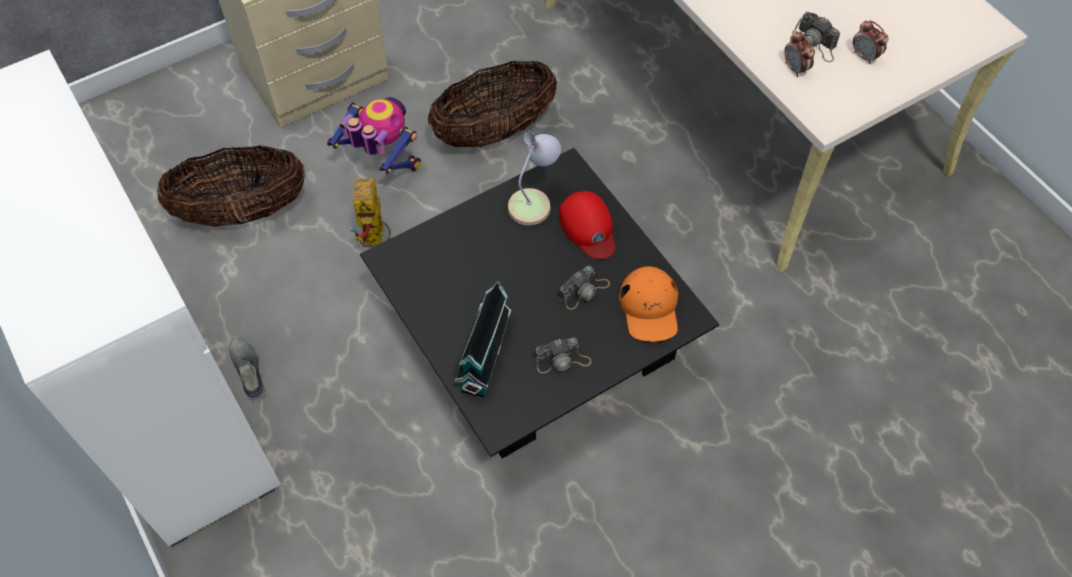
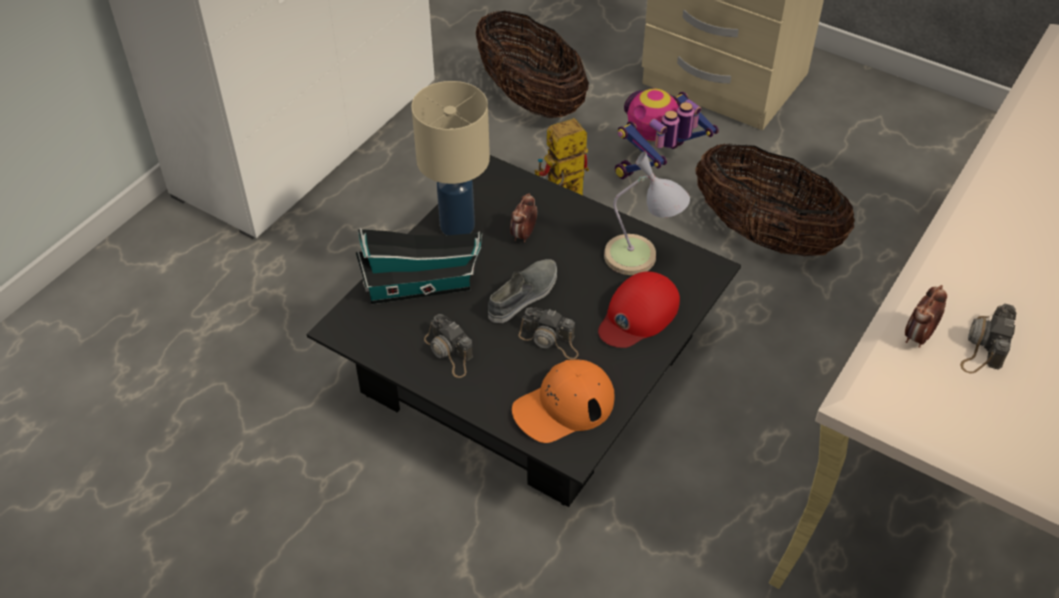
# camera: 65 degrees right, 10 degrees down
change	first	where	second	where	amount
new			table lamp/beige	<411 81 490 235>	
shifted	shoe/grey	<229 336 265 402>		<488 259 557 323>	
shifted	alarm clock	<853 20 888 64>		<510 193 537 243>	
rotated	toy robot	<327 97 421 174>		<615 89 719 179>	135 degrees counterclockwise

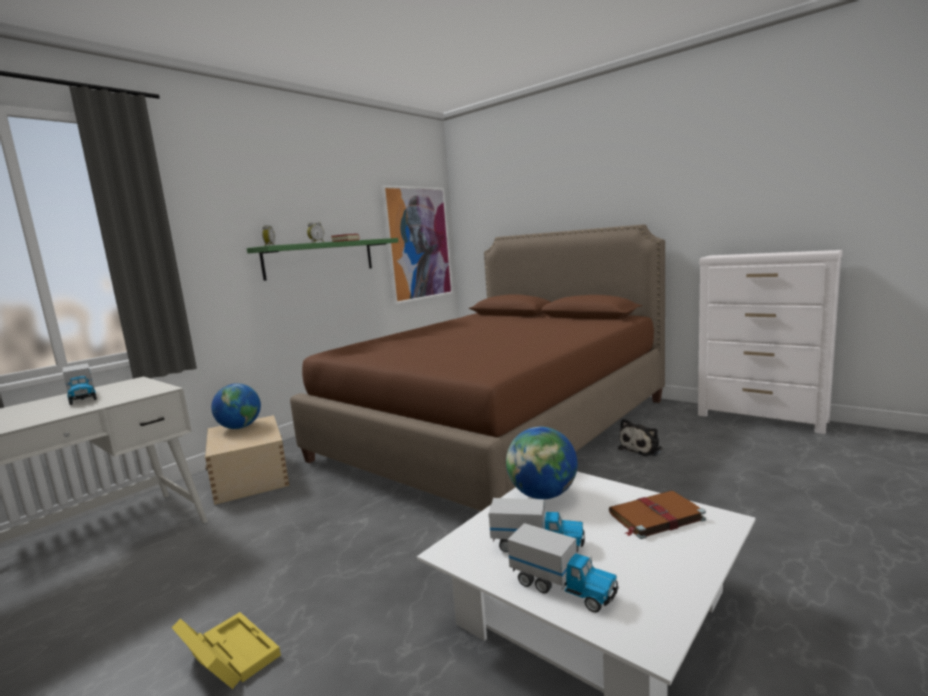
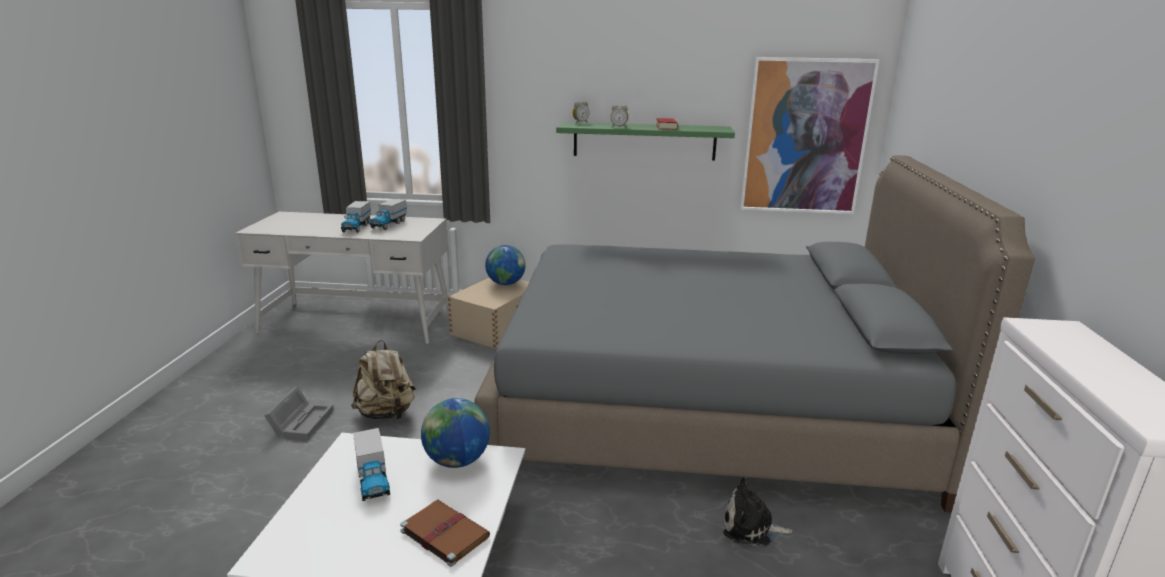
# camera: 55 degrees right, 10 degrees up
change	first	where	second	where	amount
new			backpack/beige	<351 340 416 419>	
shifted	toy truck	<508 523 619 613>		<341 201 371 233>	
repainted	storage box/yellow	<171 612 281 689>	storage box/grey	<264 386 334 439>	
repainted	bed/brown	<290 224 665 511>	bed/grey	<474 155 1035 513>	

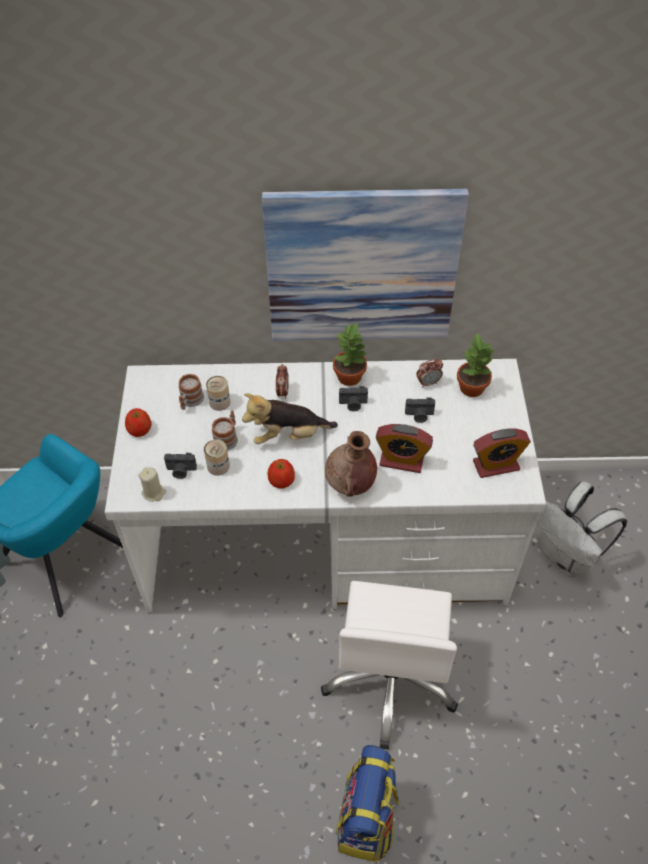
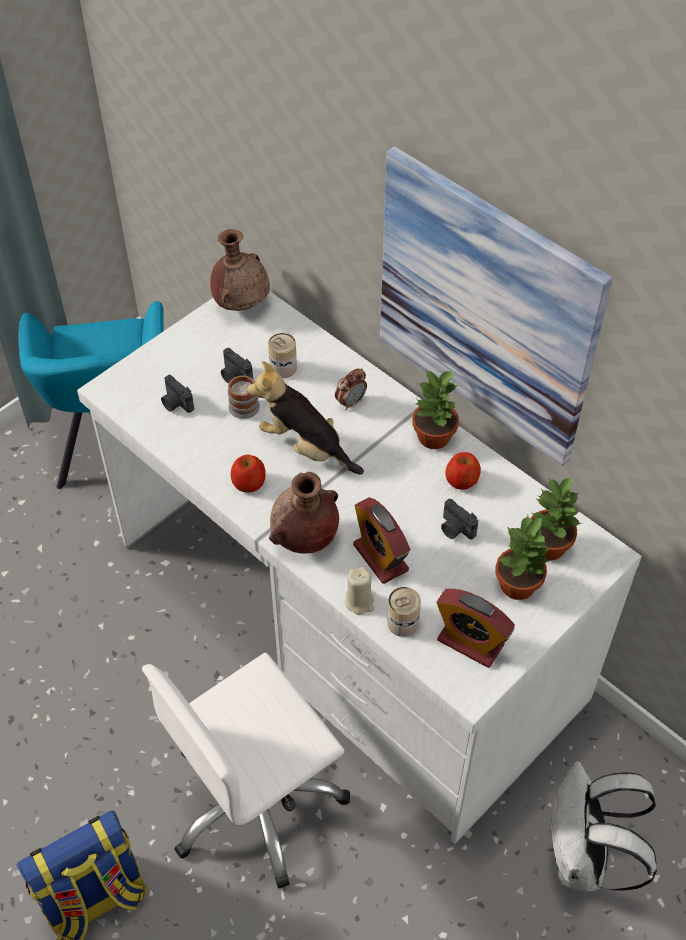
# camera: 45 degrees right, 0 degrees up
change	first	where	second	where	amount
gone	mug	<179 374 204 410>			
gone	alarm clock	<416 359 443 388>			
new			vase/brown	<210 229 270 311>	
new			potted plant	<495 515 550 600>	
shifted	apple	<125 408 152 437>		<445 452 481 490>	
shifted	candle/beige	<138 467 166 502>		<345 567 374 615>	
shifted	can	<204 439 230 476>		<387 587 421 637>	
shifted	photo camera	<339 386 368 411>		<221 348 253 384>	

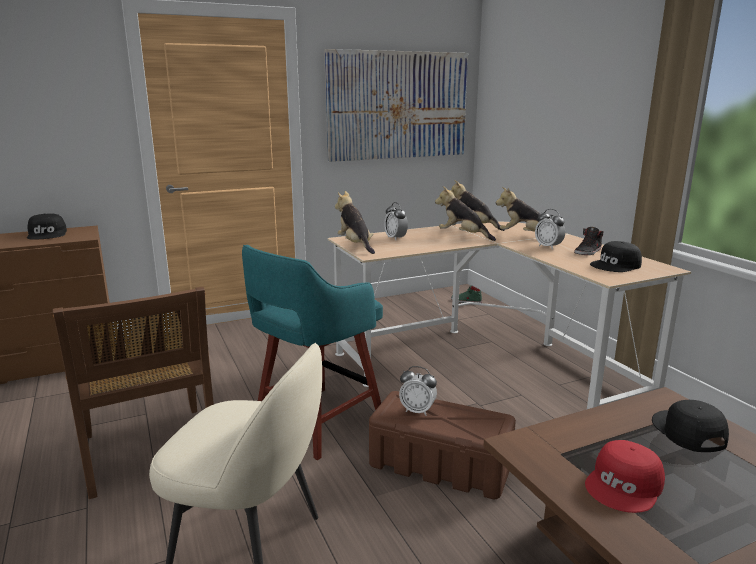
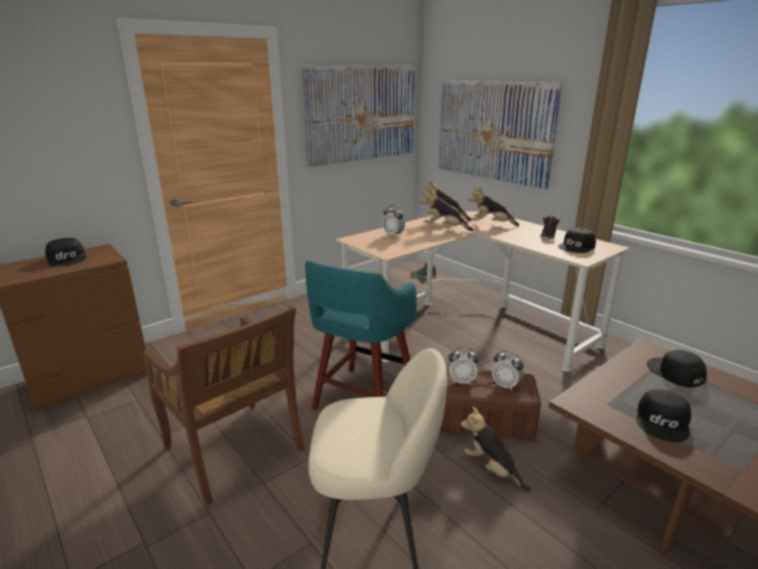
# camera: 15 degrees left, 5 degrees up
change	first	where	second	where	amount
new			picture	<438 81 563 189>	
shifted	plush toy	<335 191 375 254>		<461 406 530 492>	
shifted	alarm clock	<535 209 565 249>		<492 350 524 391>	
repainted	cap/red	<585 440 665 513>	cap/black	<637 389 691 442>	

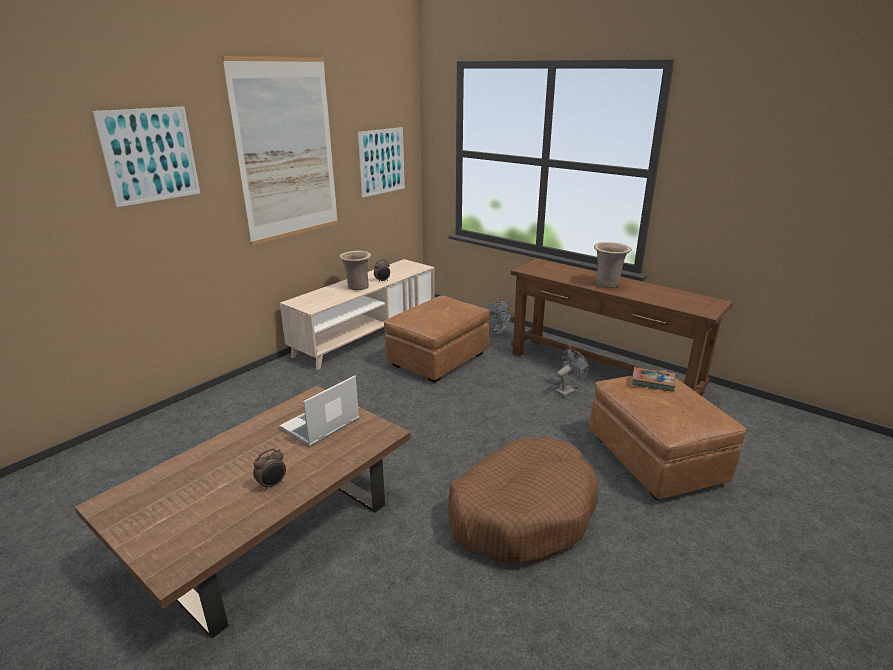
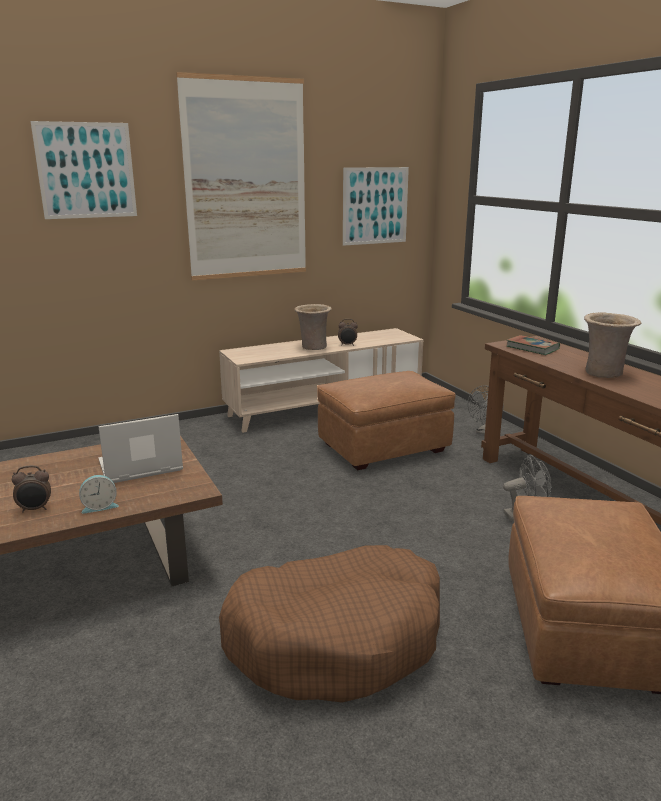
# camera: 25 degrees right, 5 degrees down
change	first	where	second	where	amount
new			alarm clock	<79 475 119 514>	
shifted	book	<632 367 676 392>		<507 335 560 355>	

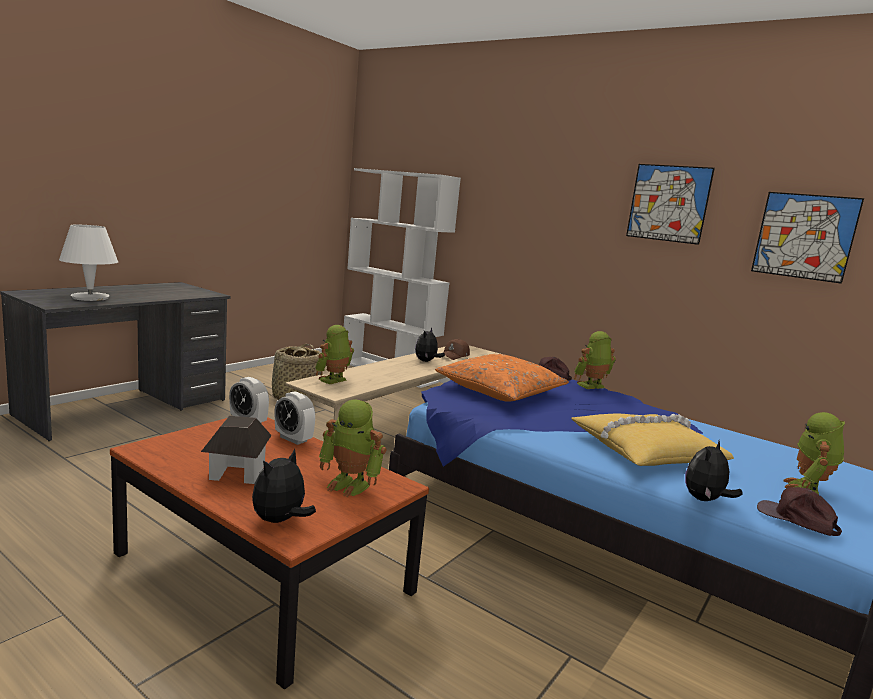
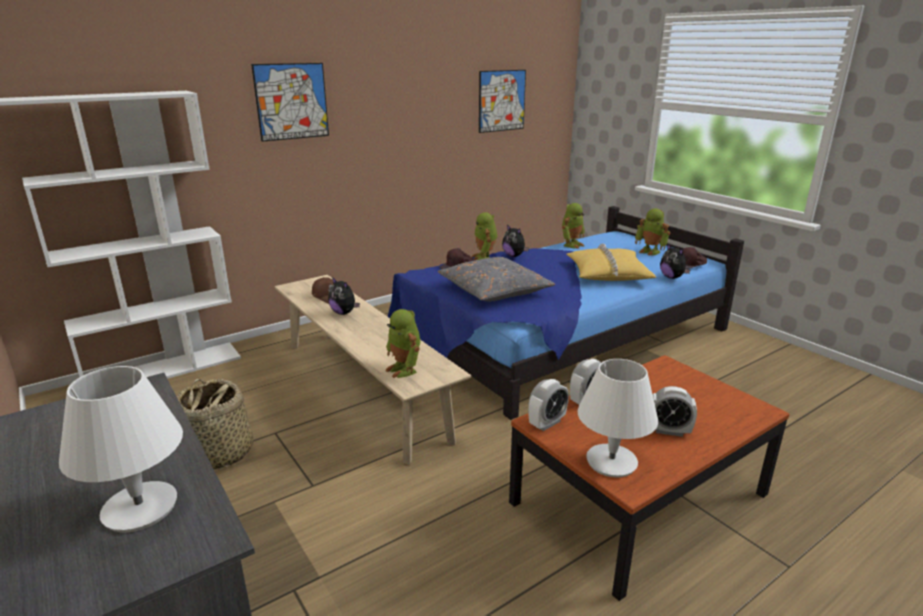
# camera: 70 degrees left, 10 degrees up
change	first	where	second	where	amount
new			table lamp/white	<577 359 658 478>	
shifted	plush toy	<252 449 316 523>		<502 224 529 257>	
shifted	toy robot	<319 399 386 497>		<562 203 585 249>	
shifted	picture	<626 164 715 245>		<251 63 329 142>	
swapped	toy house	<201 416 272 484>	alarm clock	<653 386 697 437>	
repainted	pillow/orange	<435 354 569 402>	pillow/grey	<438 257 555 301>	

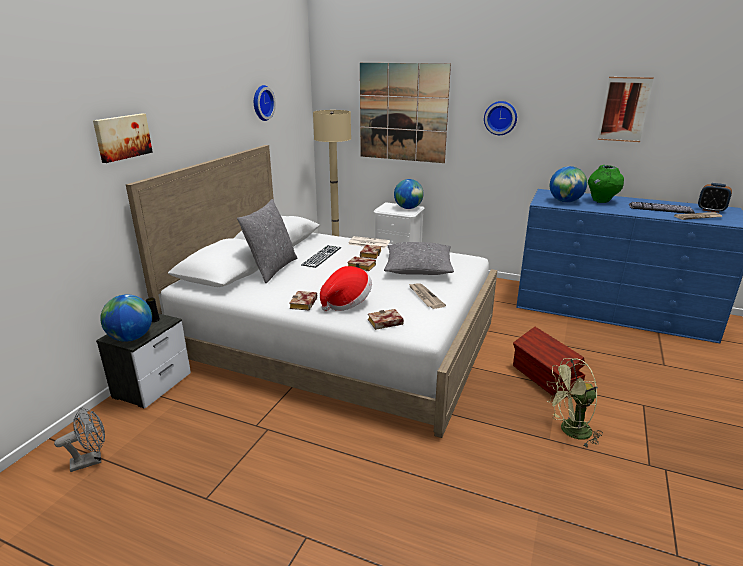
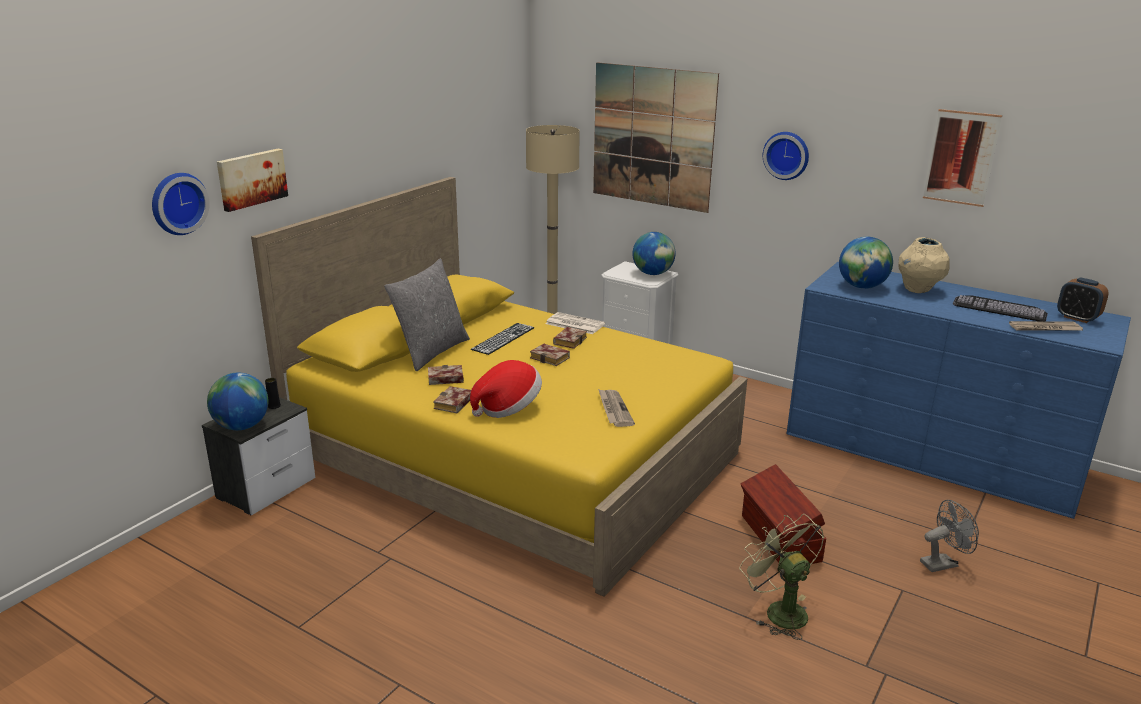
# camera: 10 degrees right, 0 degrees up
change	first	where	second	where	amount
gone	pillow/grey	<384 242 454 275>			
shifted	fan/grey	<54 407 105 472>		<920 500 979 572>	
shifted	wall clock	<254 85 276 121>		<152 173 210 235>	
shifted	book	<368 309 404 330>		<428 365 464 385>	
repainted	bed/white	<126 145 497 438>	bed/yellow	<251 177 747 597>	
repainted	vase/green	<588 165 624 203>	vase/beige	<898 237 950 293>	
rotated	fan/green	<547 358 603 447>		<739 514 824 640>	60 degrees clockwise

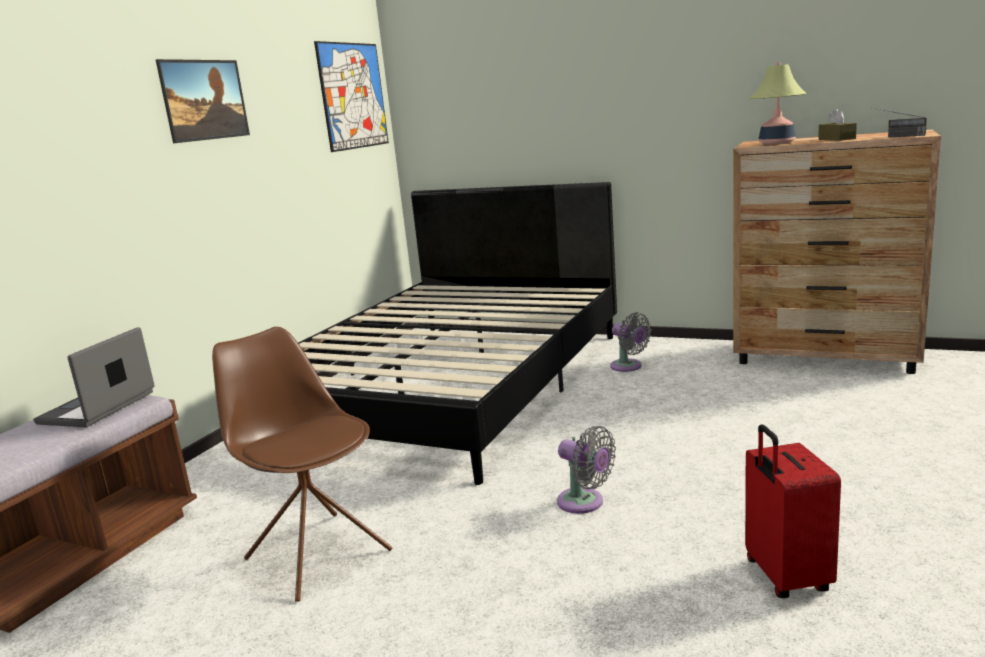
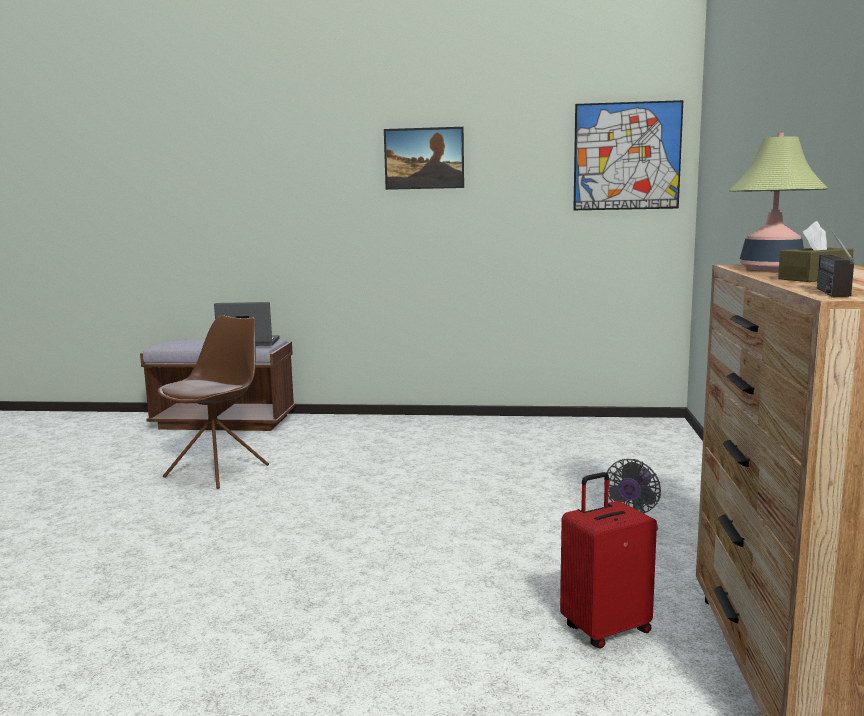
# camera: 70 degrees right, 5 degrees down
change	first	where	second	where	amount
gone	bed/black	<298 182 617 485>			
gone	fan/grey	<557 426 616 514>			
shifted	suitcase/red	<745 425 841 598>		<560 472 657 649>	

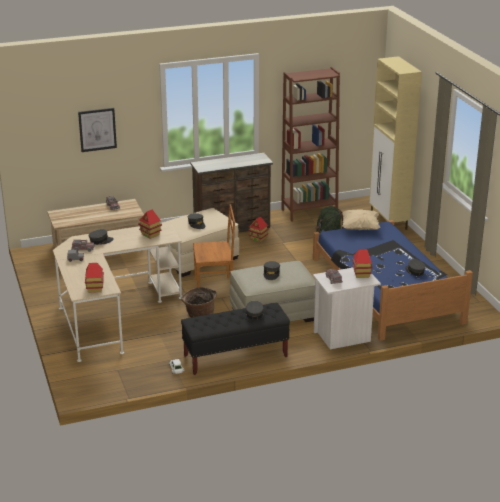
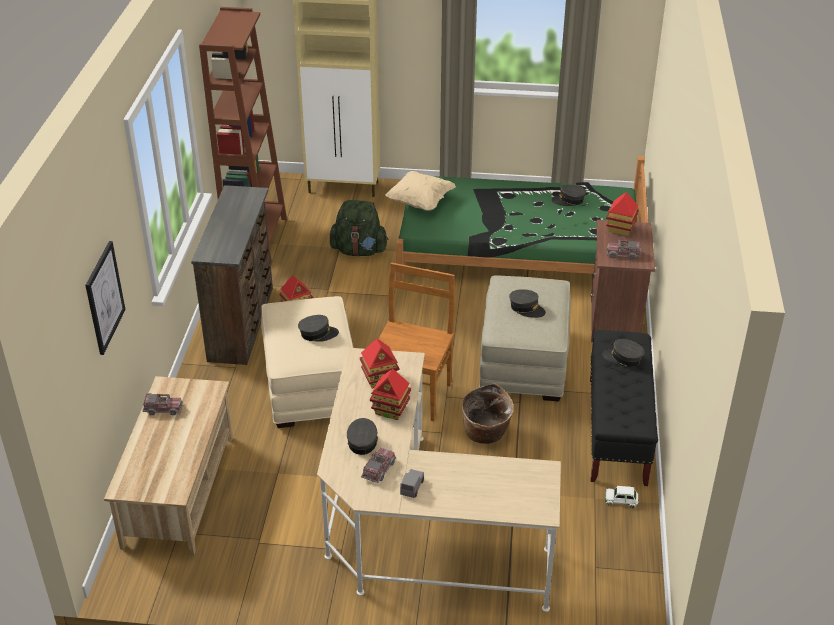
# camera: 65 degrees left, 10 degrees up
change	first	where	second	where	amount
shifted	toy house	<85 263 104 293>		<370 369 411 420>	
repainted	bed/blue	<313 220 473 341>	bed/green	<396 156 648 281>	
repainted	nightstand/white	<313 268 381 349>	nightstand/brown	<591 220 655 342>	

